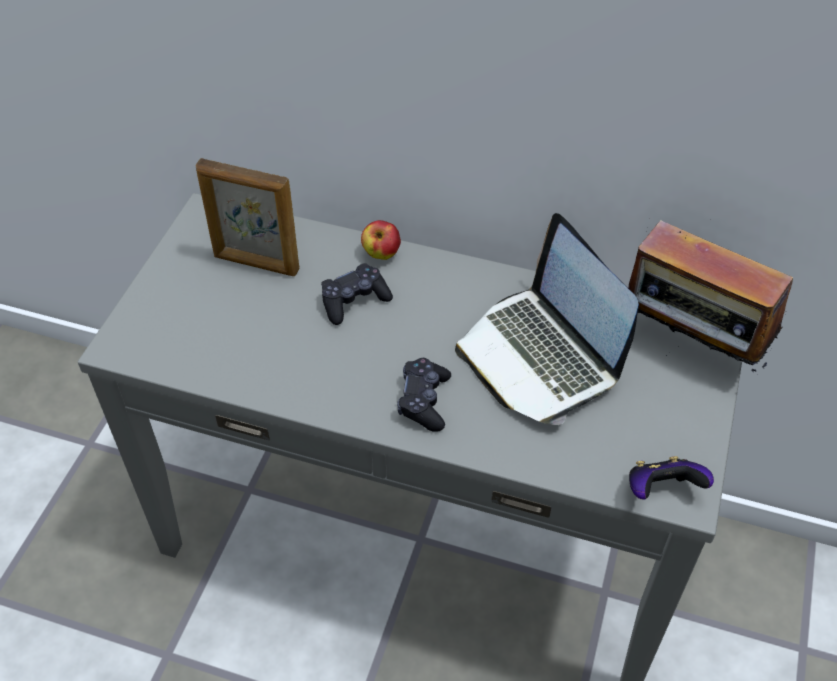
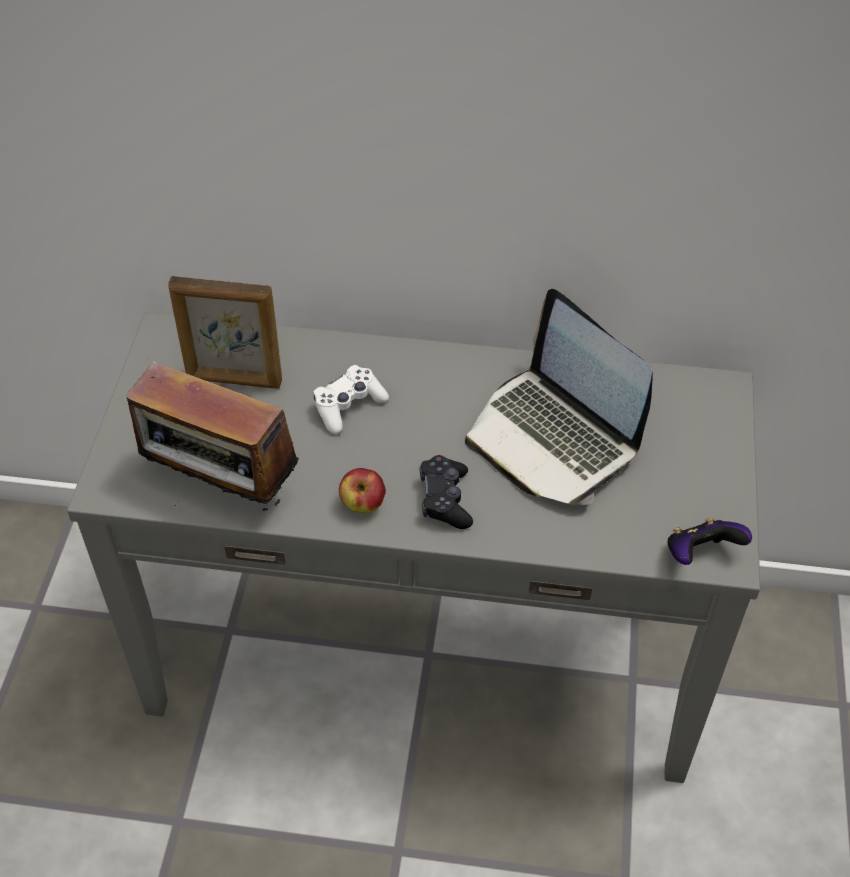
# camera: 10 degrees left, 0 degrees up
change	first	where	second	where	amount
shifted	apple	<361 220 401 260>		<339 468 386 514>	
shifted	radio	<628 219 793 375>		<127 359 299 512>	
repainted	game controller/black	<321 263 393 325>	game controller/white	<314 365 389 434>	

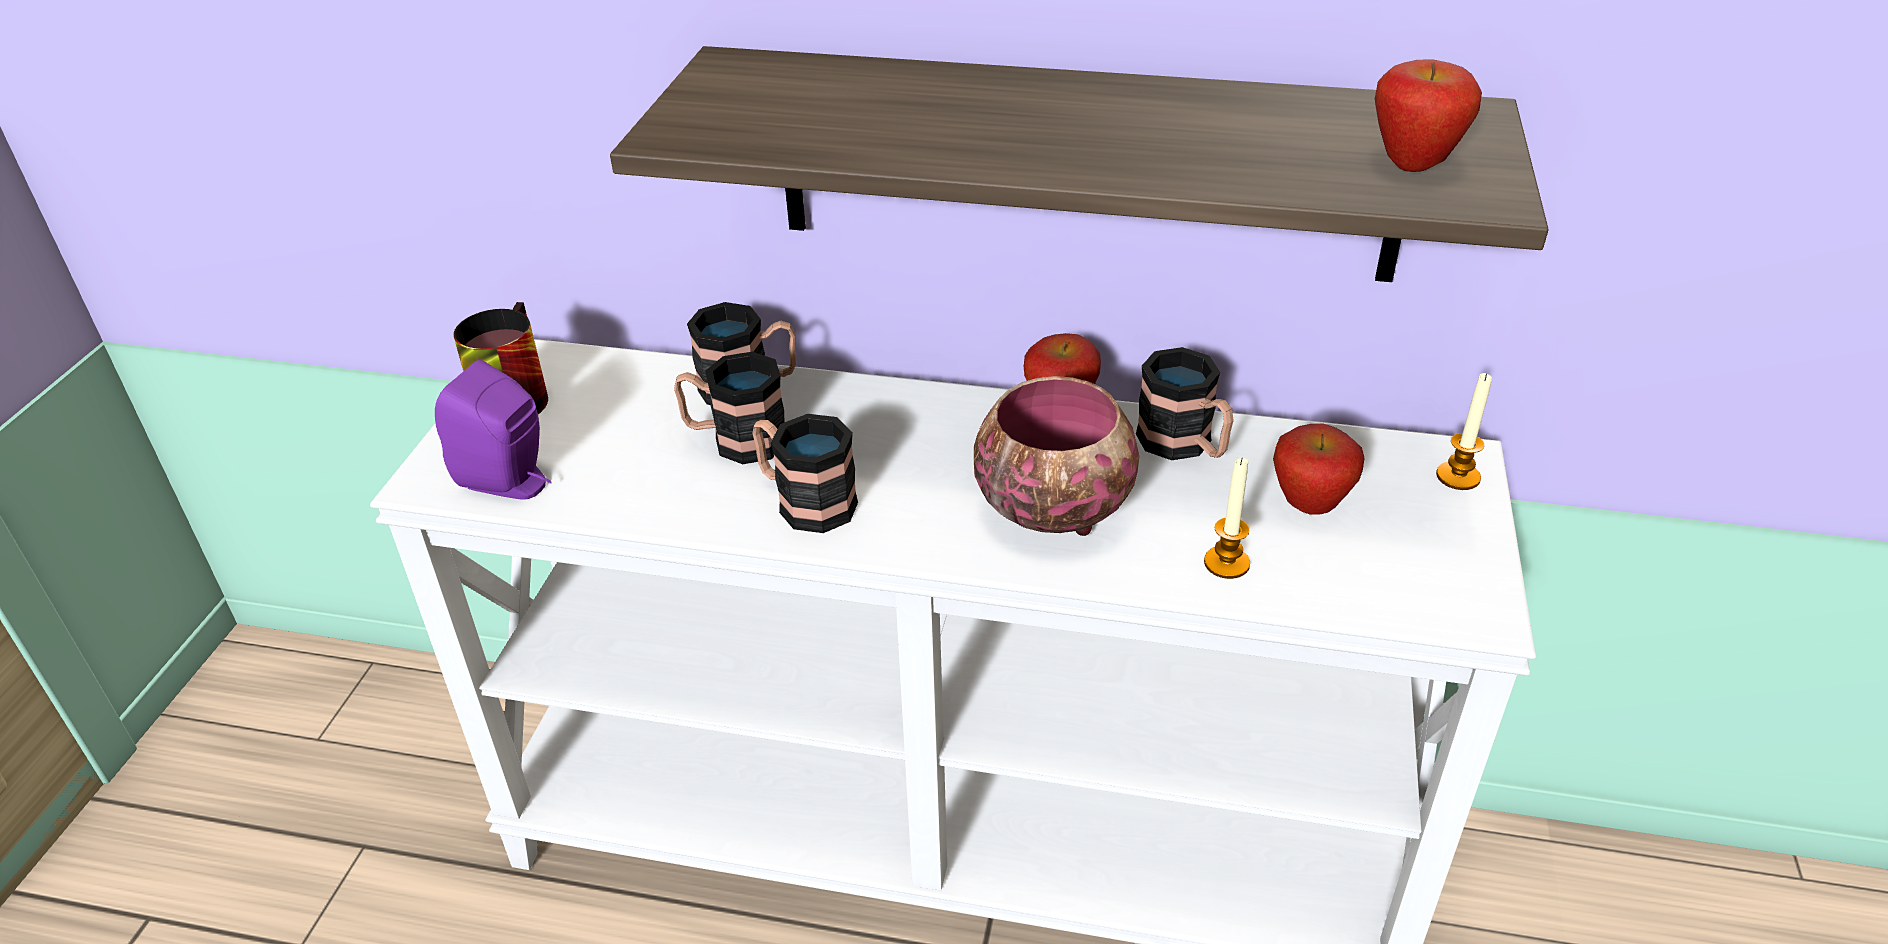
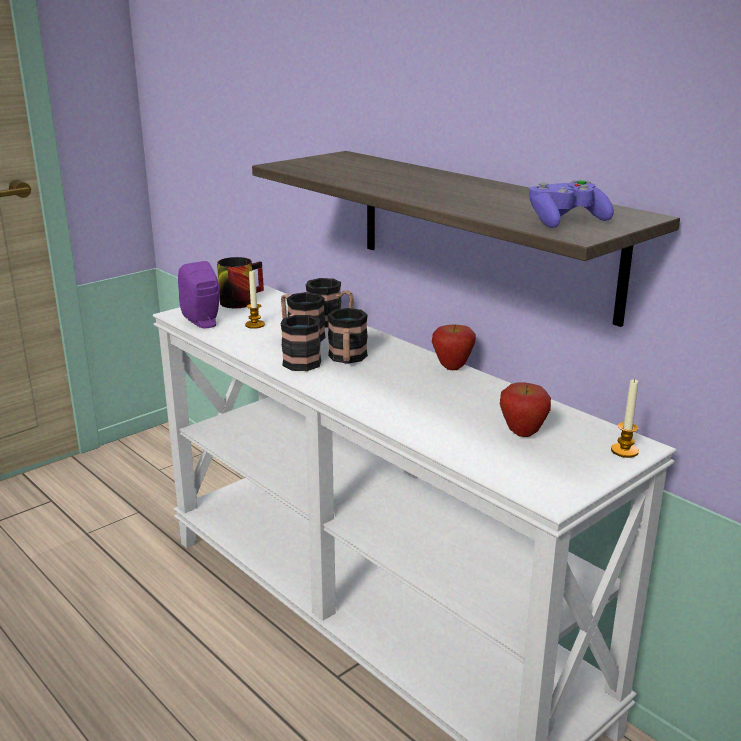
# camera: 35 degrees right, 15 degrees down
change	first	where	second	where	amount
gone	bowl	<974 376 1139 536>			
shifted	mug	<1136 347 1234 460>		<328 308 368 364>	
shifted	candle	<1204 458 1250 579>		<245 271 265 329>	
swapped	apple	<1375 60 1482 172>	game controller/purple	<529 180 614 228>	

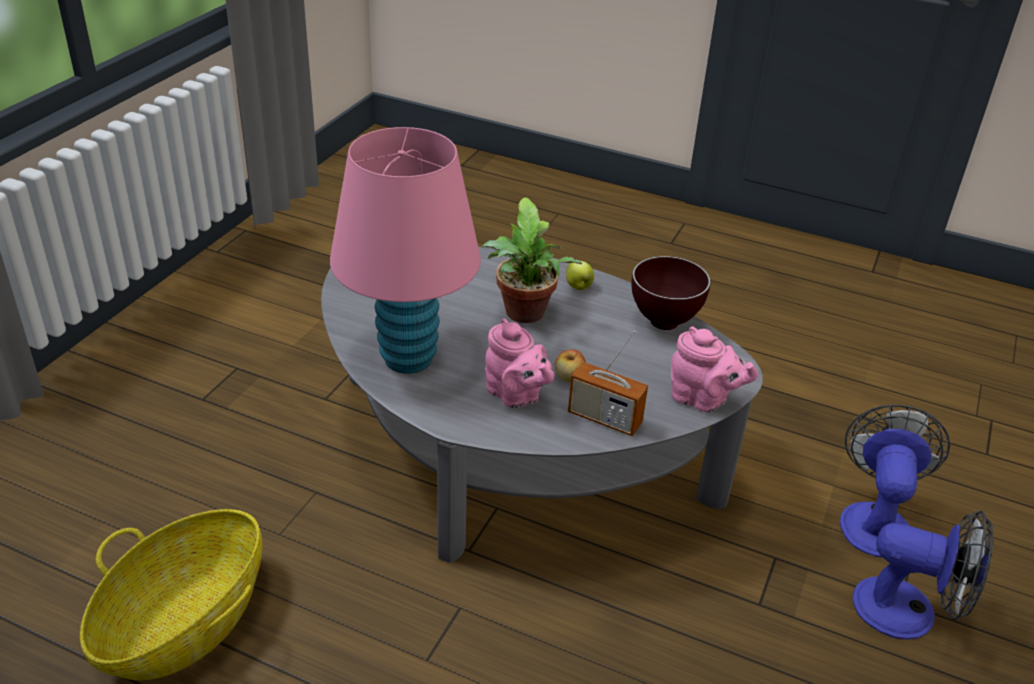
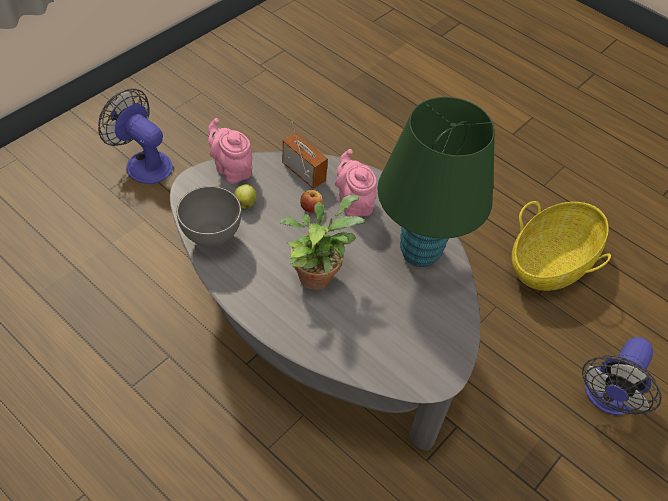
# camera: 165 degrees left, 15 degrees up
change	first	where	second	where	amount
shifted	apple	<566 261 594 290>		<234 184 256 209>	
shifted	fan	<840 405 950 558>		<582 337 662 415>	
repainted	table lamp/pink	<330 127 481 374>	table lamp/green	<378 97 495 267>	
repainted	bowl/brown	<632 256 711 330>	bowl/grey	<177 186 241 247>	

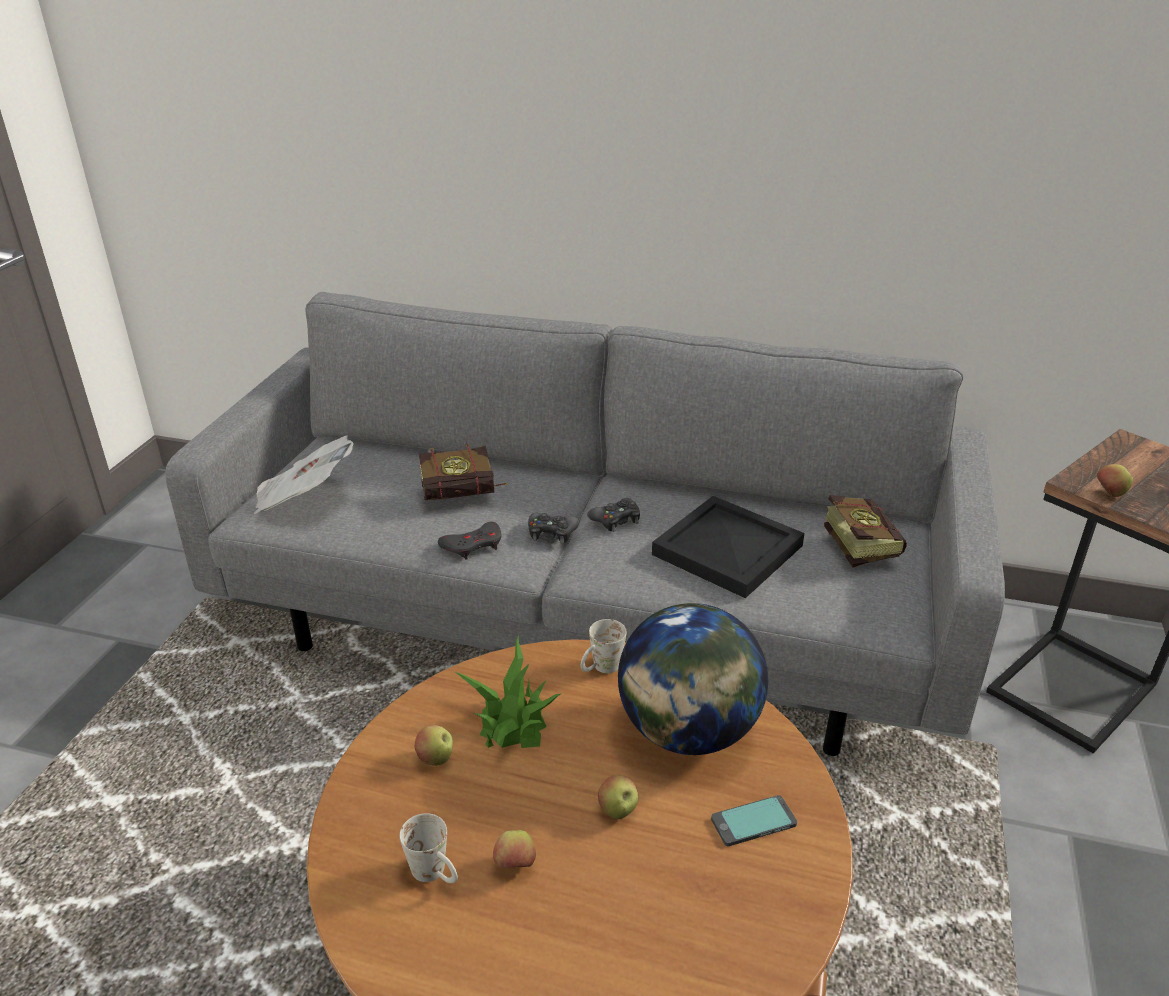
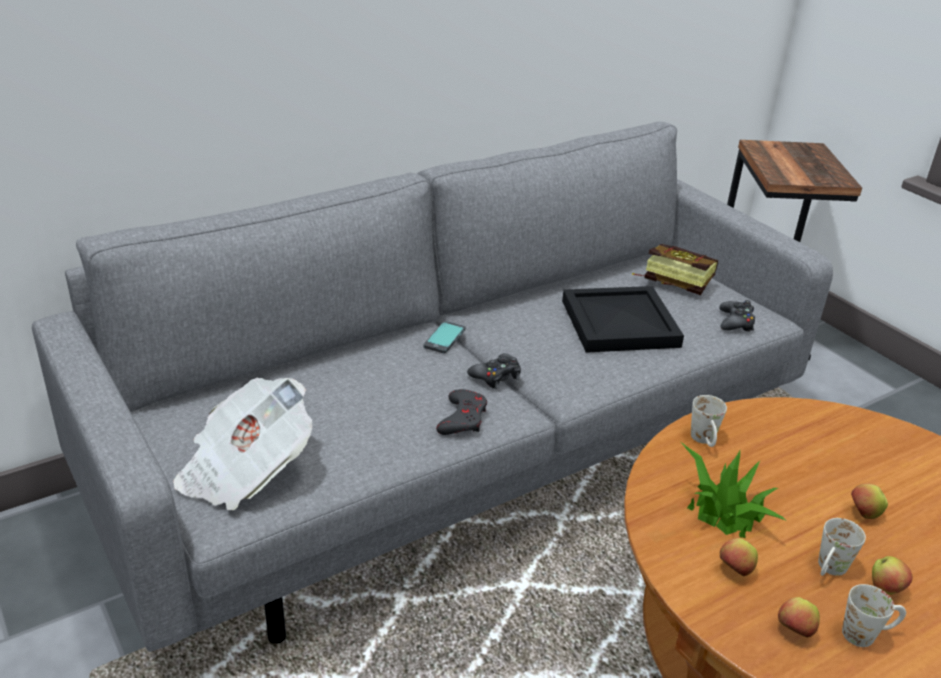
# camera: 50 degrees left, 0 degrees up
change	first	where	second	where	amount
gone	book	<419 444 507 500>			
gone	globe	<618 603 768 755>			
new			mug/white	<818 518 866 576>	
shifted	game controller/black	<587 498 640 532>		<719 300 755 332>	
shifted	phone	<711 795 797 846>		<424 321 465 353>	
shifted	apple	<1097 464 1133 497>		<778 597 820 637>	

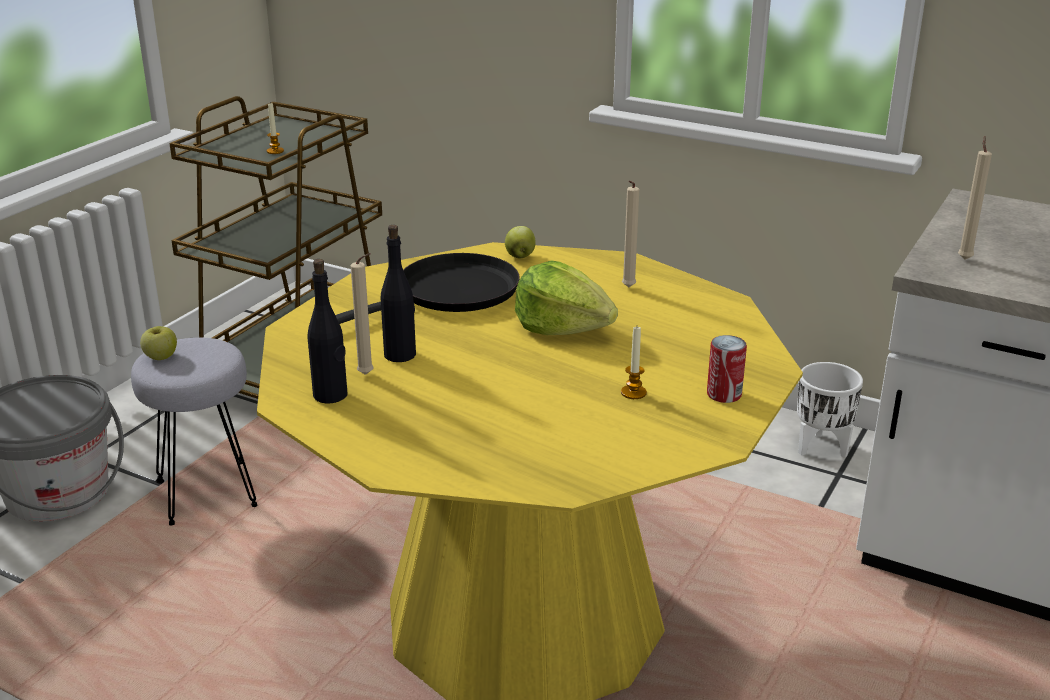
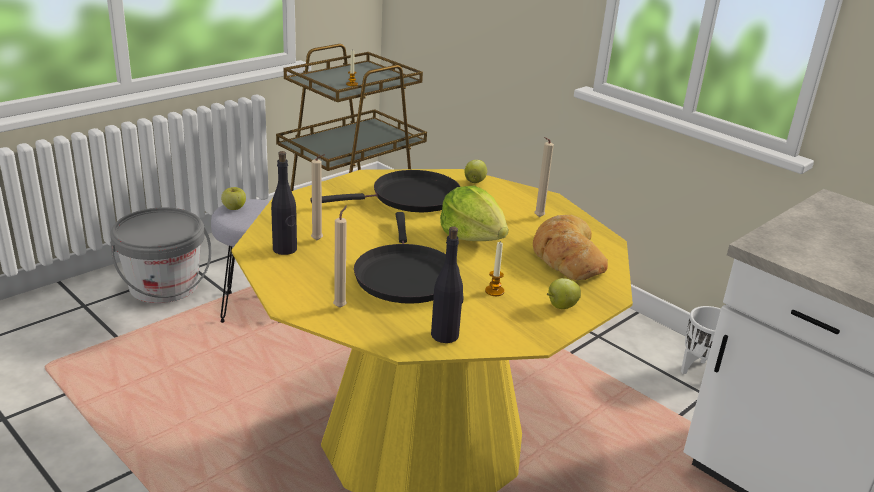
# camera: 15 degrees right, 0 degrees up
change	first	where	second	where	amount
new			frying pan/black	<354 212 460 304>	
new			bread	<533 215 608 280>	
shifted	bottle/black	<381 225 416 362>		<431 226 463 343>	
shifted	candle/beige	<958 136 992 260>		<333 205 347 308>	
swapped	can	<707 335 747 403>	apple	<547 278 581 309>	

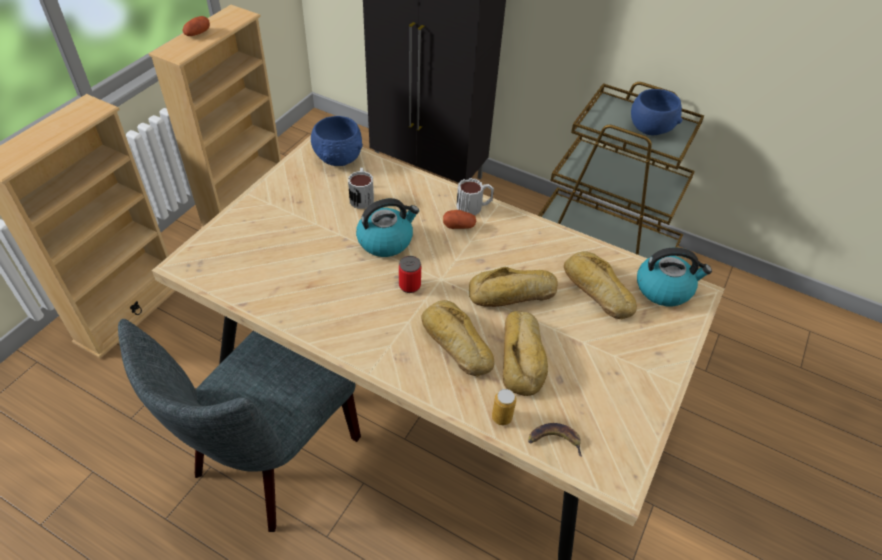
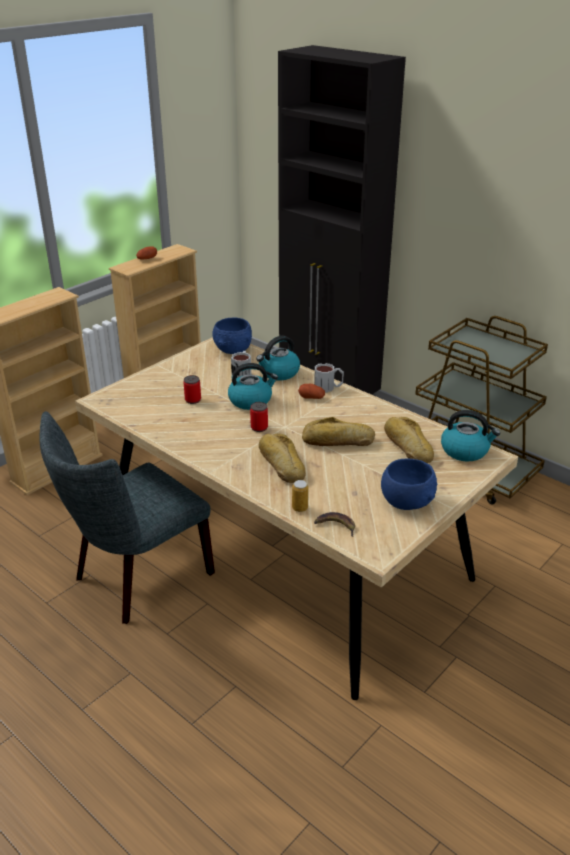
# camera: 15 degrees right, 15 degrees down
change	first	where	second	where	amount
gone	bread	<503 311 548 396>			
new			can	<183 375 201 404>	
new			kettle	<256 336 300 380>	
shifted	bowl/blue	<631 89 683 135>		<381 459 437 510>	

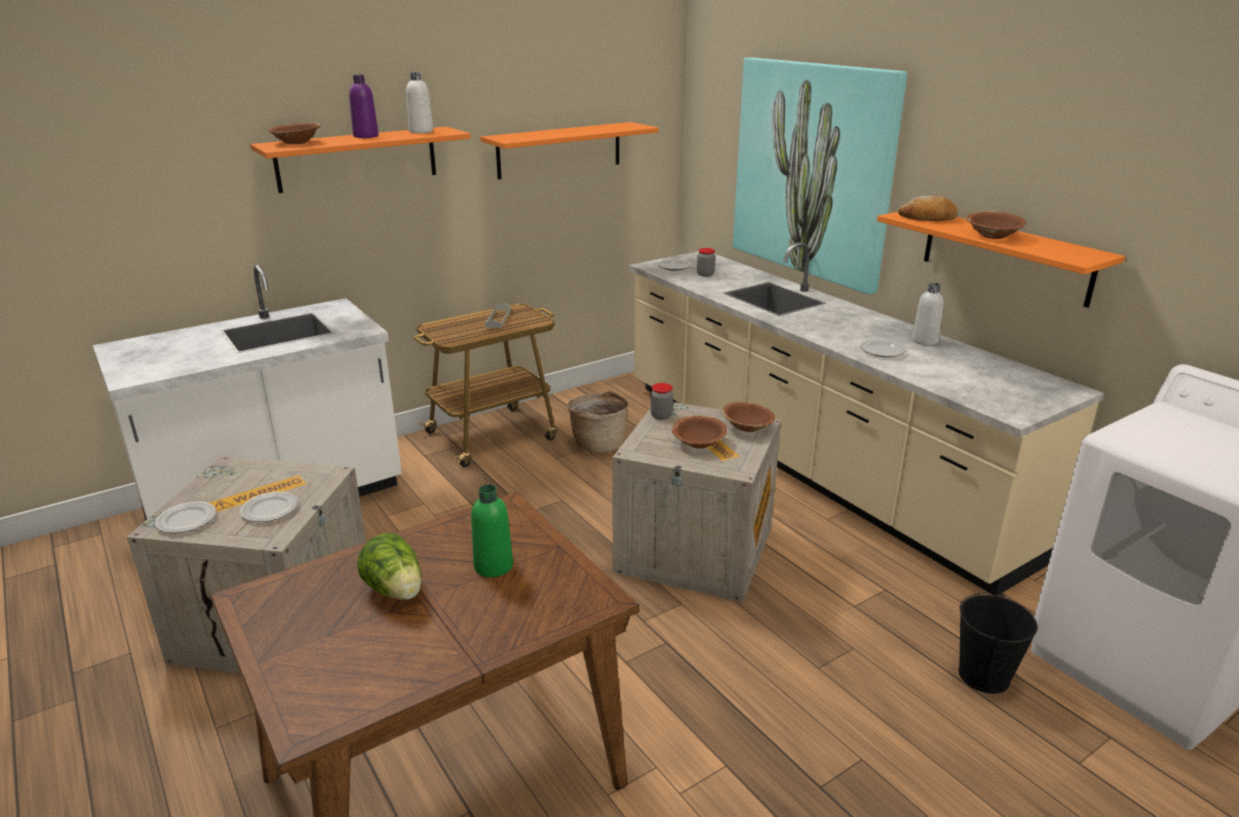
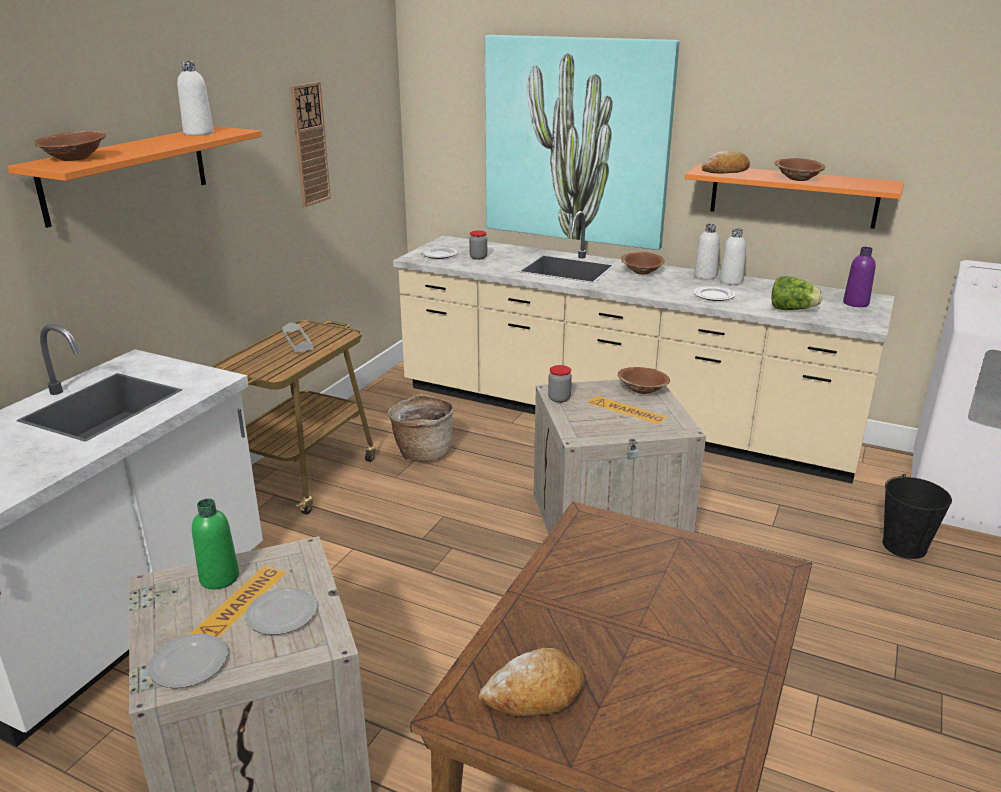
# camera: 30 degrees left, 0 degrees up
change	first	where	second	where	amount
new			bread	<479 648 585 716>	
new			bottle/white	<694 224 720 279>	
shifted	bottle/purple	<349 75 379 138>		<843 247 876 307>	
shifted	lettuce	<357 533 421 600>		<771 276 823 310>	
shifted	bottle/green	<471 484 513 577>		<192 499 239 589>	
shifted	bowl/brown	<671 415 727 449>		<621 252 665 274>	
swapped	shelf/orange	<480 122 659 180>	wall clock	<290 82 331 207>	

